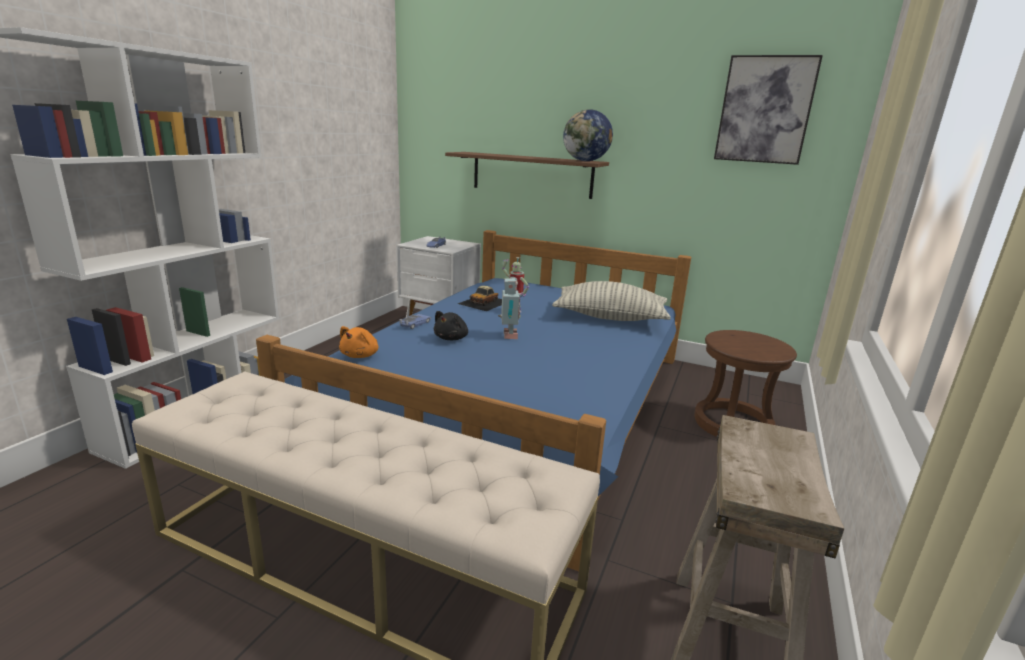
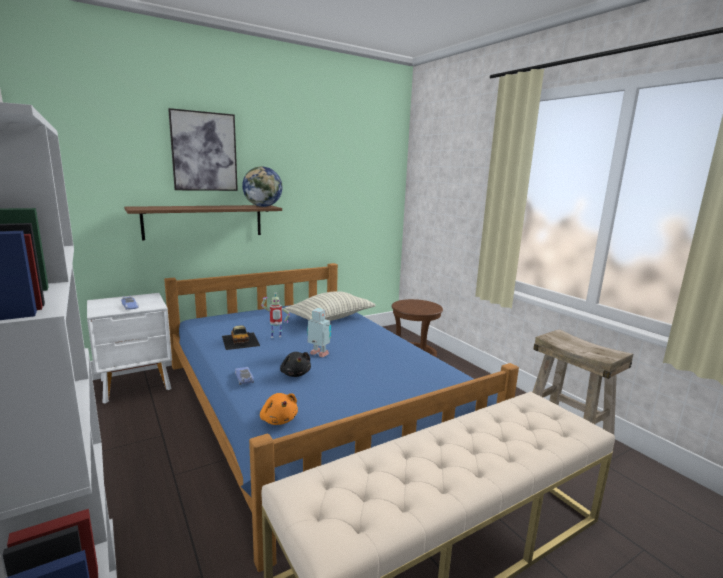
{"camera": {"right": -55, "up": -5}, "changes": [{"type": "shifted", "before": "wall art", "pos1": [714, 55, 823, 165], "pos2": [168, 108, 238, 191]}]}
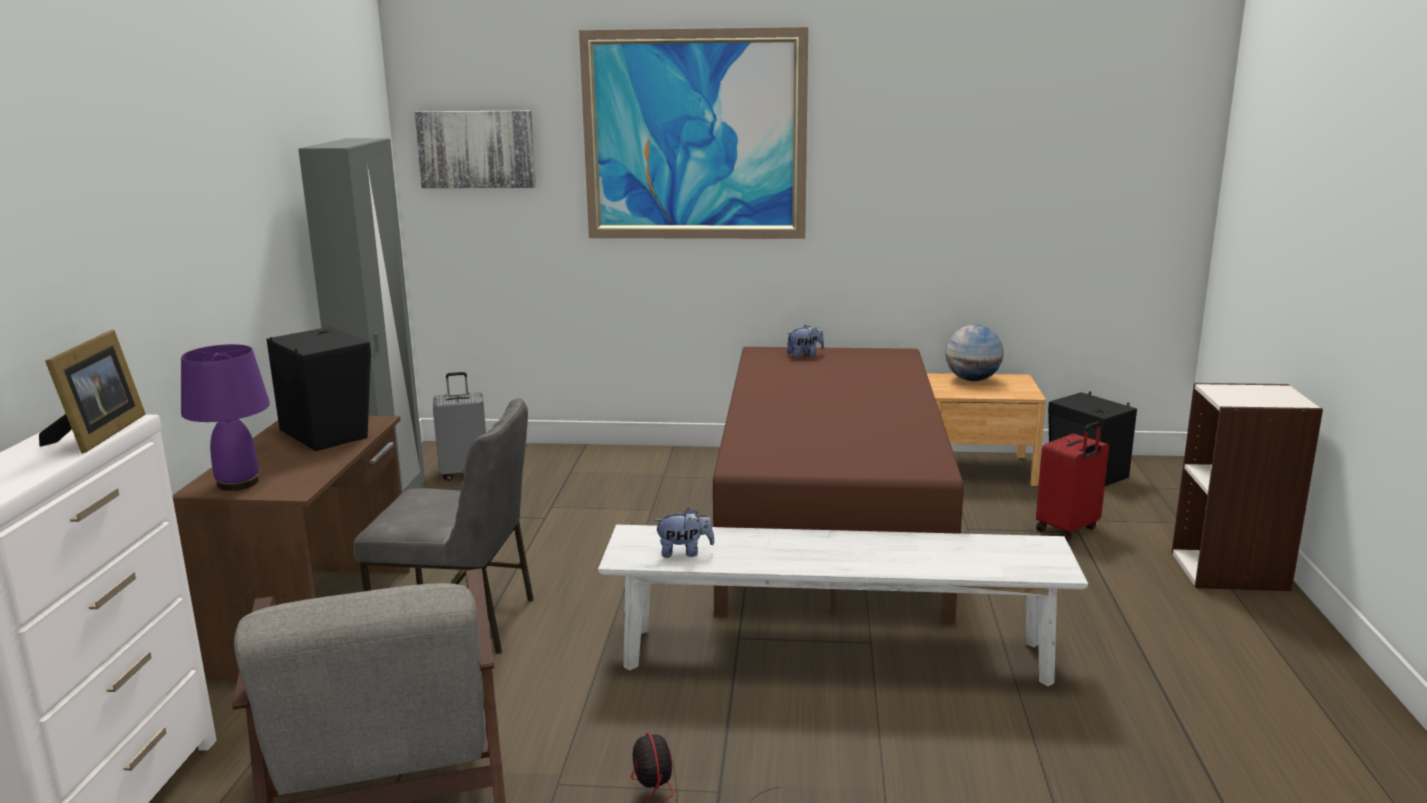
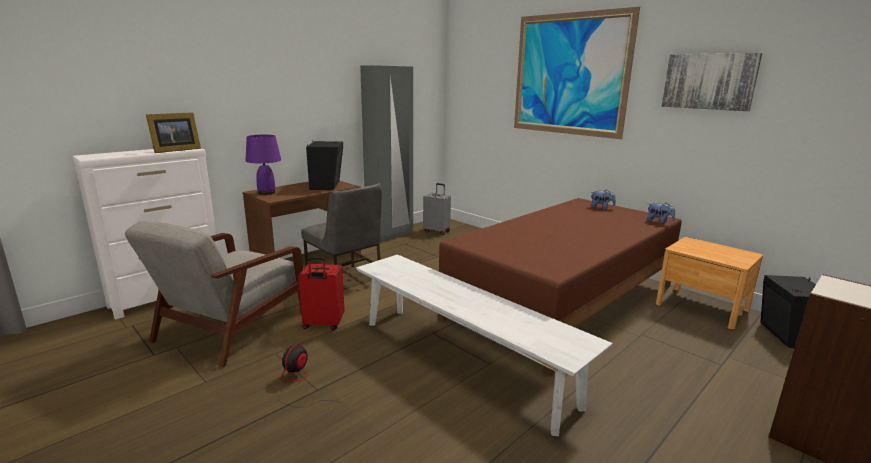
{"camera": {"right": 40, "up": 0}, "changes": [{"type": "shifted", "before": "wall art", "pos1": [414, 111, 536, 188], "pos2": [661, 53, 762, 111]}, {"type": "gone", "before": "globe", "pos1": [945, 325, 1004, 381]}, {"type": "shifted", "before": "suitcase in red-coloured", "pos1": [1036, 421, 1109, 541], "pos2": [298, 257, 345, 330]}, {"type": "shifted", "before": "plush toy", "pos1": [653, 508, 715, 558], "pos2": [647, 203, 675, 224]}]}
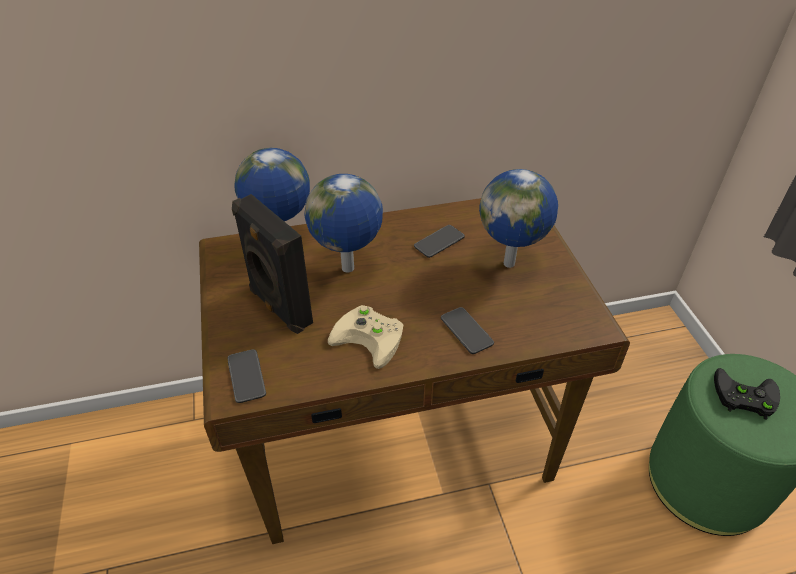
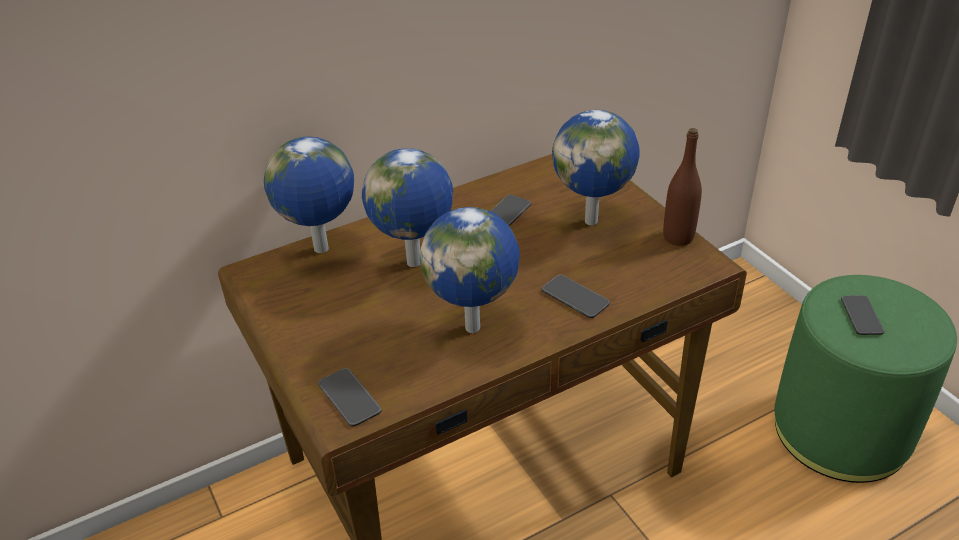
{"camera": {"right": -15, "up": -5}, "changes": [{"type": "gone", "before": "speaker in blackish", "pos1": [232, 194, 313, 334]}, {"type": "swapped", "before": "game controller in sand-coloured", "after": "globe", "pos1": [328, 305, 404, 369], "pos2": [420, 207, 520, 333]}, {"type": "swapped", "before": "game controller in blackish", "after": "handset", "pos1": [714, 368, 780, 420], "pos2": [841, 295, 884, 335]}, {"type": "new", "after": "drink bottle in brownish", "pos2": [663, 128, 702, 246]}]}
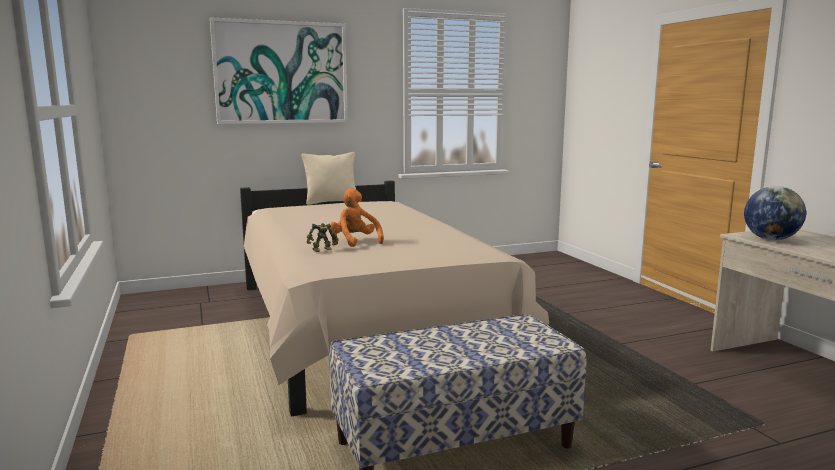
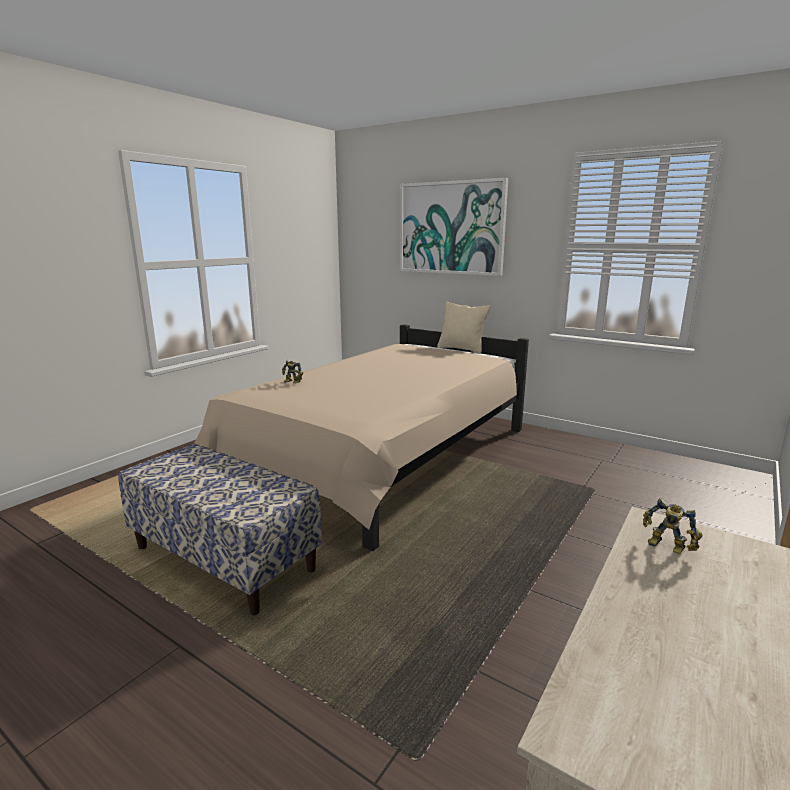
{"camera": {"right": 55, "up": 5}, "changes": [{"type": "swapped", "before": "globe", "after": "toy robot", "pos1": [744, 186, 806, 240], "pos2": [643, 498, 703, 554]}, {"type": "gone", "before": "plush toy in orangey", "pos1": [330, 188, 384, 247]}]}
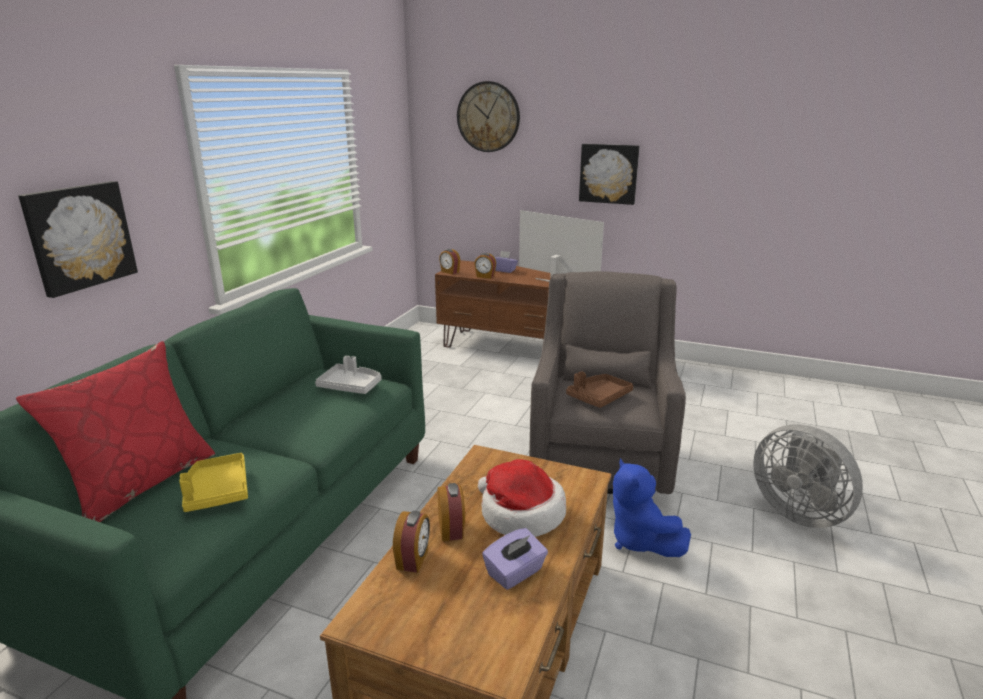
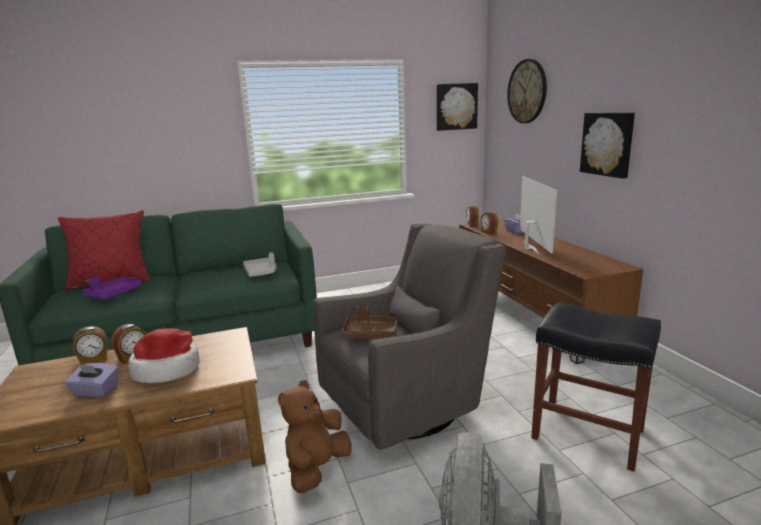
{"camera": {"right": 50, "up": -5}, "changes": [{"type": "shifted", "before": "wall art", "pos1": [18, 181, 138, 298], "pos2": [437, 83, 478, 131]}, {"type": "repainted", "before": "serving tray in yellow-coloured", "after": "serving tray in purplish", "pos1": [179, 453, 248, 512], "pos2": [82, 276, 142, 299]}, {"type": "repainted", "before": "plush toy in blue-coloured", "after": "plush toy in brownish", "pos1": [613, 458, 691, 557], "pos2": [278, 380, 352, 493]}, {"type": "new", "after": "sitting stool in blackish", "pos2": [531, 302, 661, 471]}]}
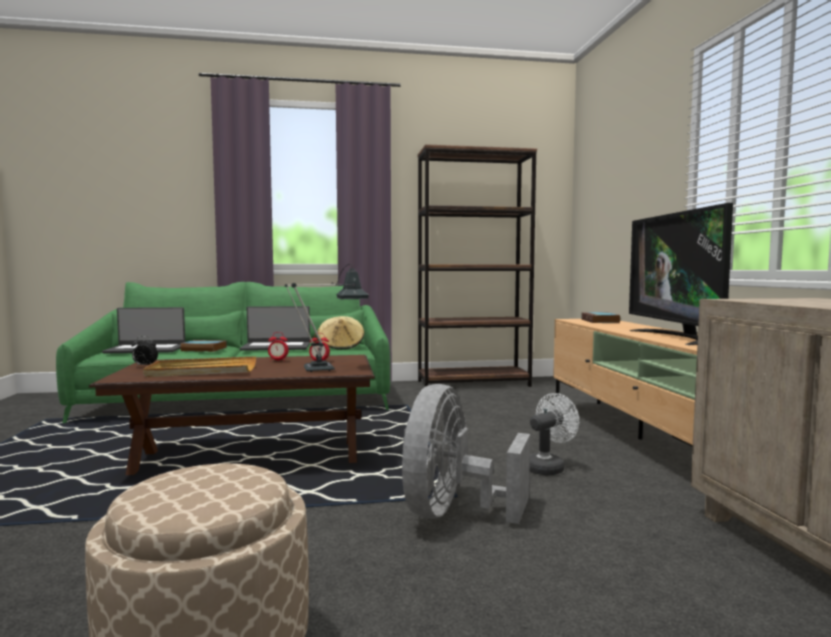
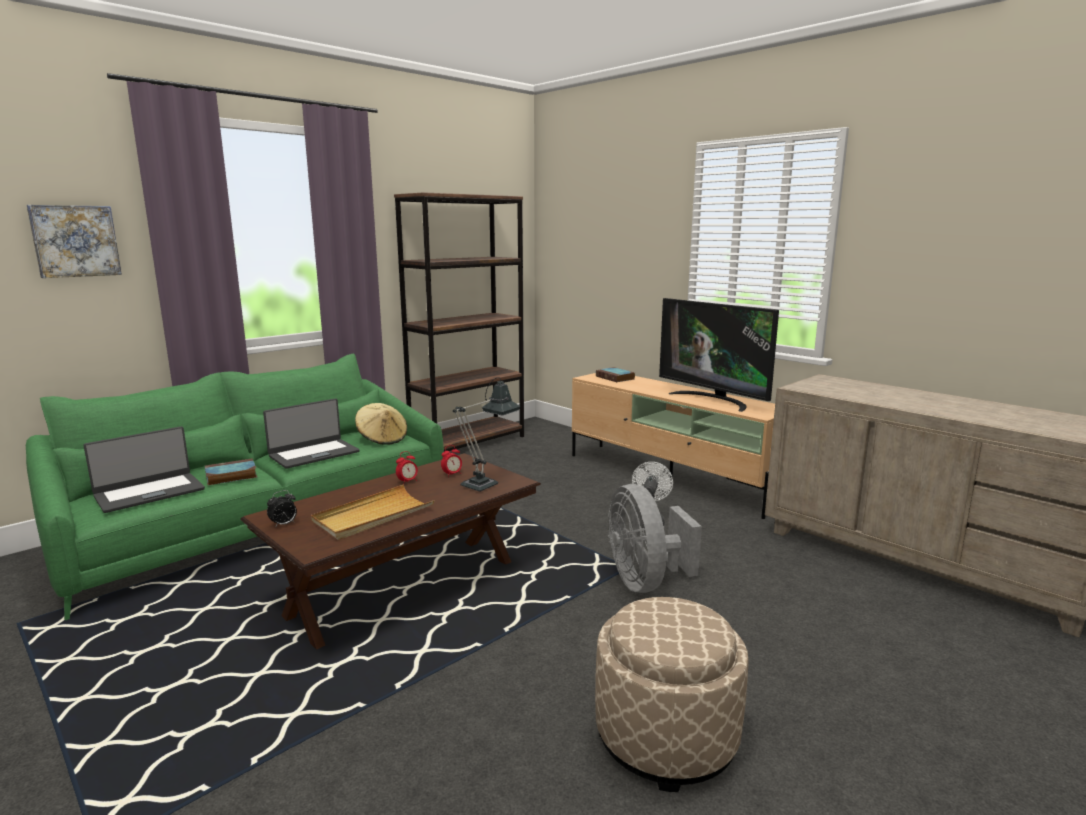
{"camera": {"right": -35, "up": 10}, "changes": [{"type": "new", "after": "wall art", "pos2": [27, 205, 122, 278]}]}
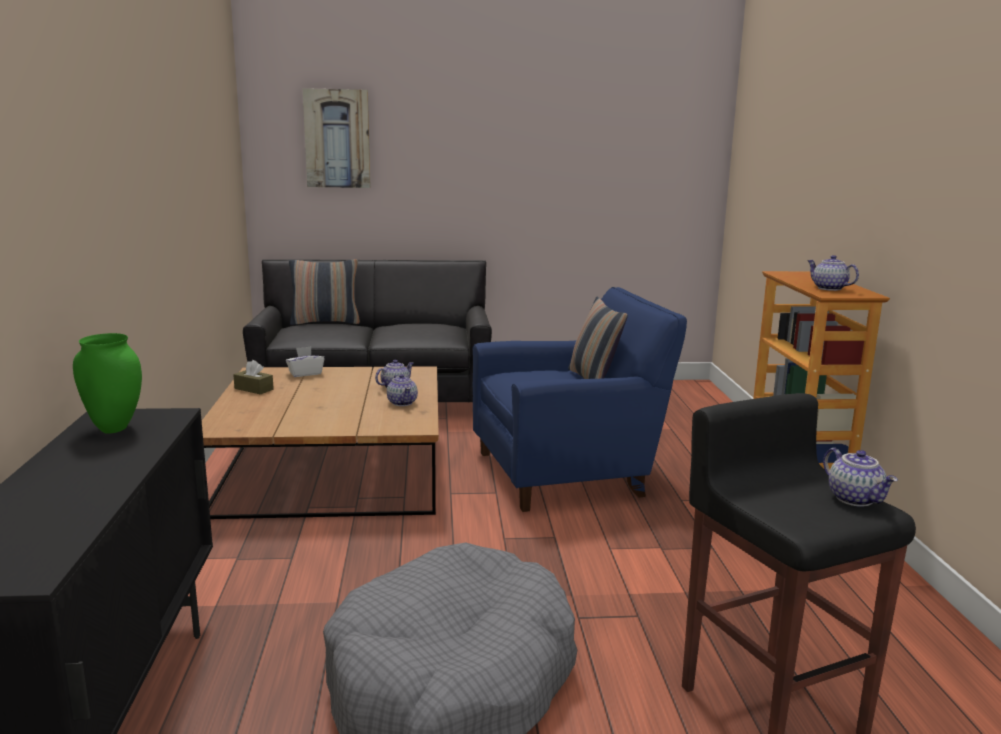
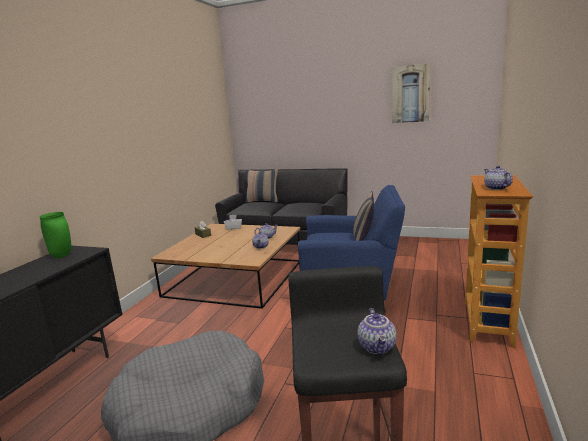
{"camera": {"right": 25, "up": 0}, "changes": [{"type": "shifted", "before": "wall art", "pos1": [303, 88, 371, 188], "pos2": [392, 64, 430, 123]}]}
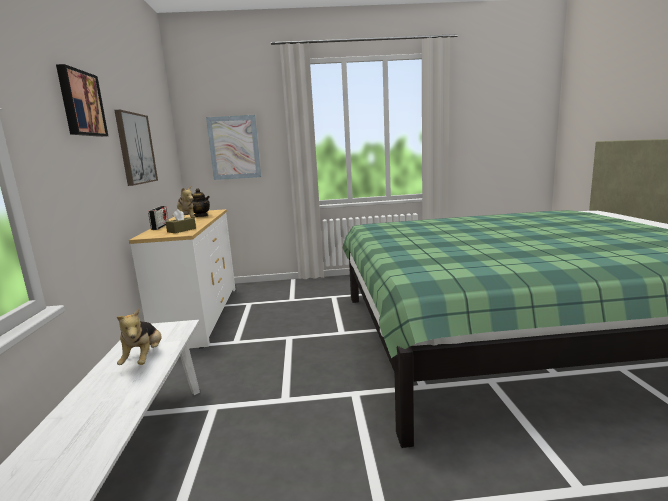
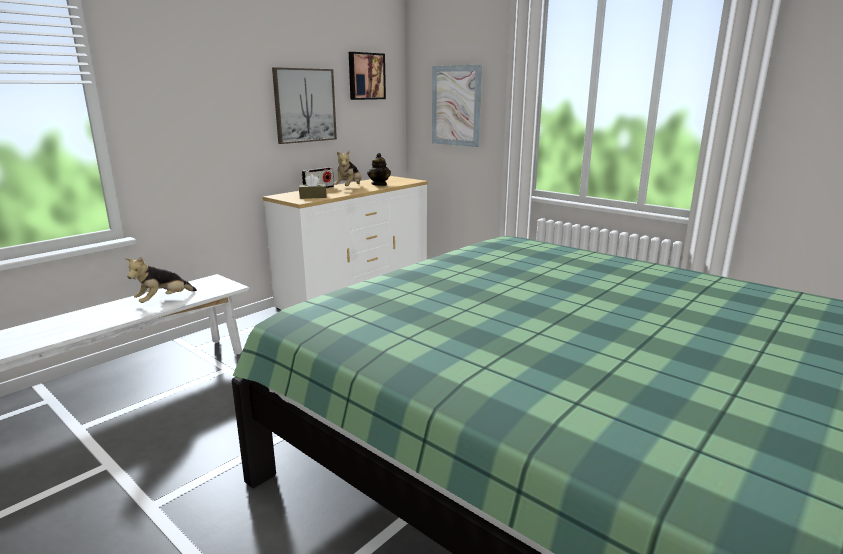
{"camera": {"right": 45, "up": 5}, "changes": [{"type": "shifted", "before": "wall art", "pos1": [56, 64, 108, 137], "pos2": [349, 52, 386, 100]}]}
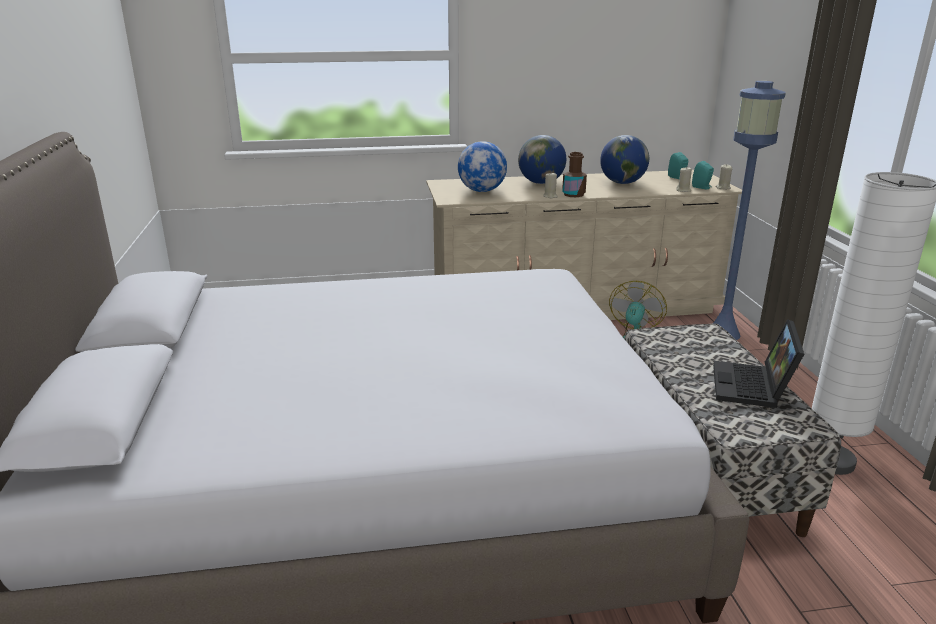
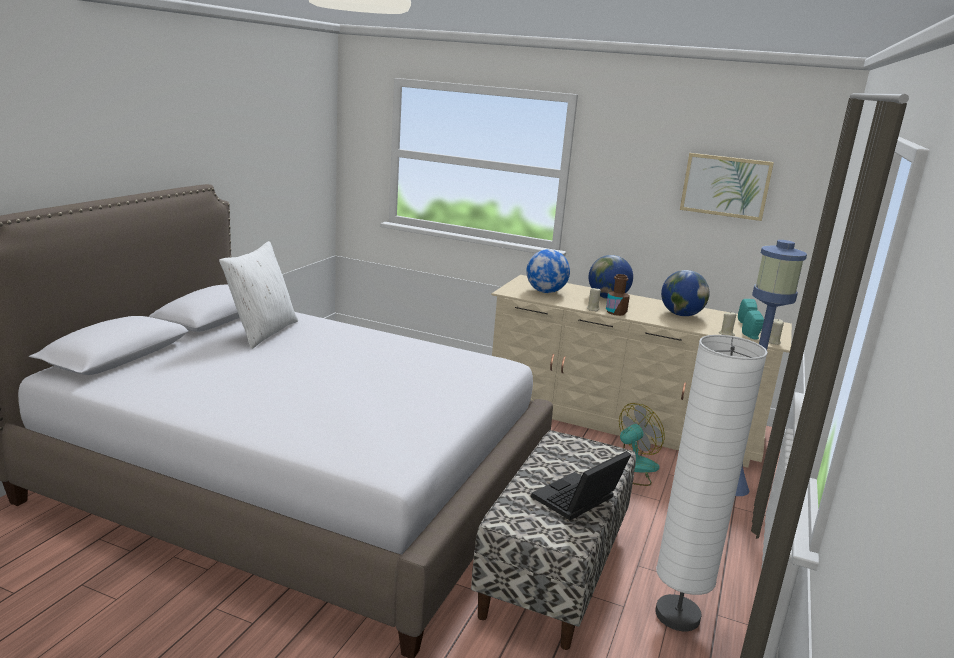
{"camera": {"right": 30, "up": -5}, "changes": [{"type": "new", "after": "wall art", "pos2": [680, 153, 774, 221]}, {"type": "new", "after": "pillow in white-coloured", "pos2": [219, 241, 298, 349]}]}
